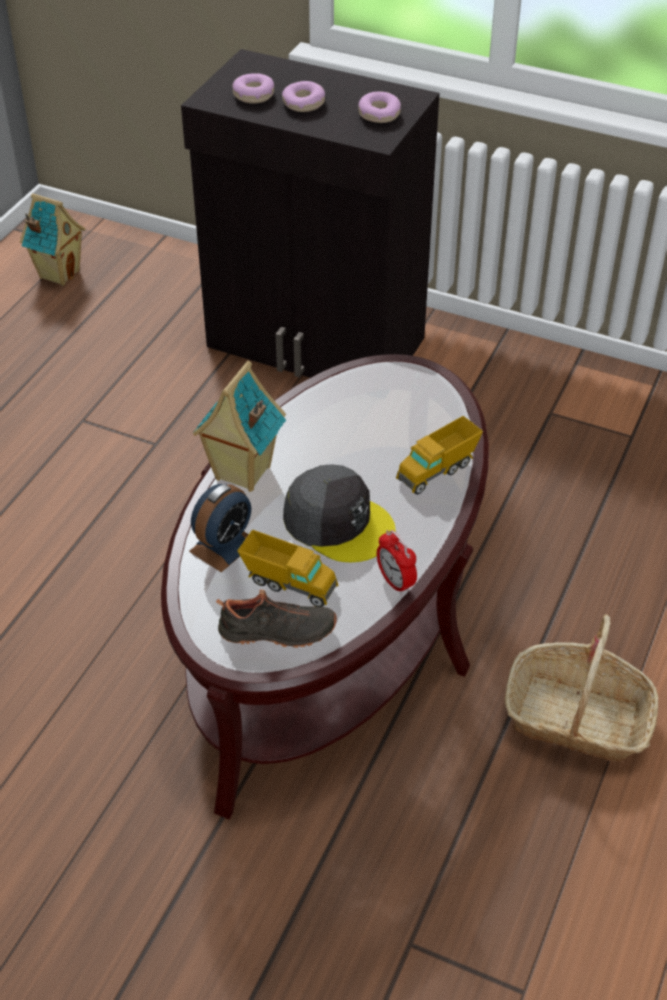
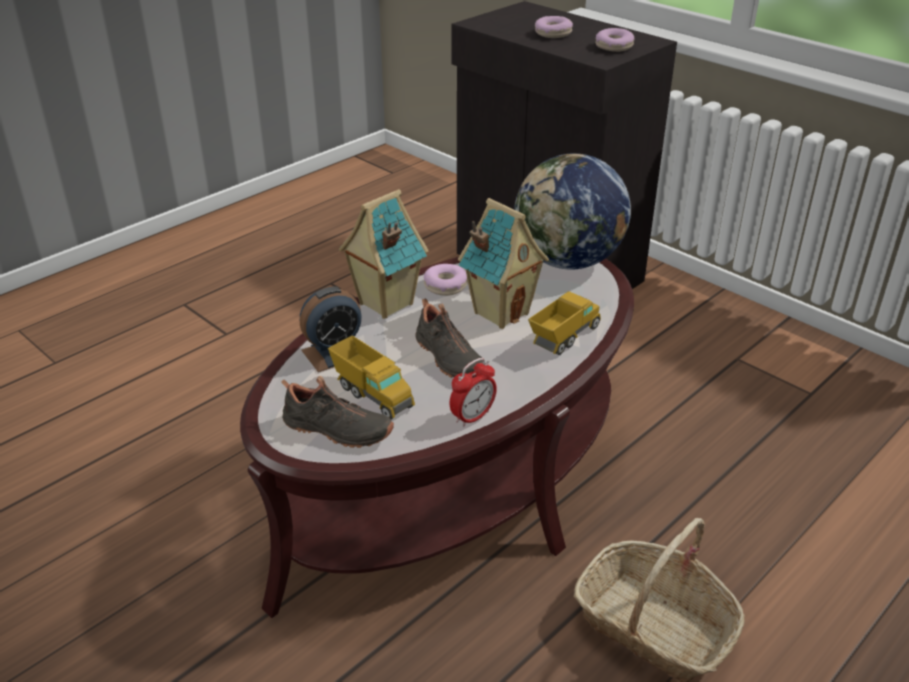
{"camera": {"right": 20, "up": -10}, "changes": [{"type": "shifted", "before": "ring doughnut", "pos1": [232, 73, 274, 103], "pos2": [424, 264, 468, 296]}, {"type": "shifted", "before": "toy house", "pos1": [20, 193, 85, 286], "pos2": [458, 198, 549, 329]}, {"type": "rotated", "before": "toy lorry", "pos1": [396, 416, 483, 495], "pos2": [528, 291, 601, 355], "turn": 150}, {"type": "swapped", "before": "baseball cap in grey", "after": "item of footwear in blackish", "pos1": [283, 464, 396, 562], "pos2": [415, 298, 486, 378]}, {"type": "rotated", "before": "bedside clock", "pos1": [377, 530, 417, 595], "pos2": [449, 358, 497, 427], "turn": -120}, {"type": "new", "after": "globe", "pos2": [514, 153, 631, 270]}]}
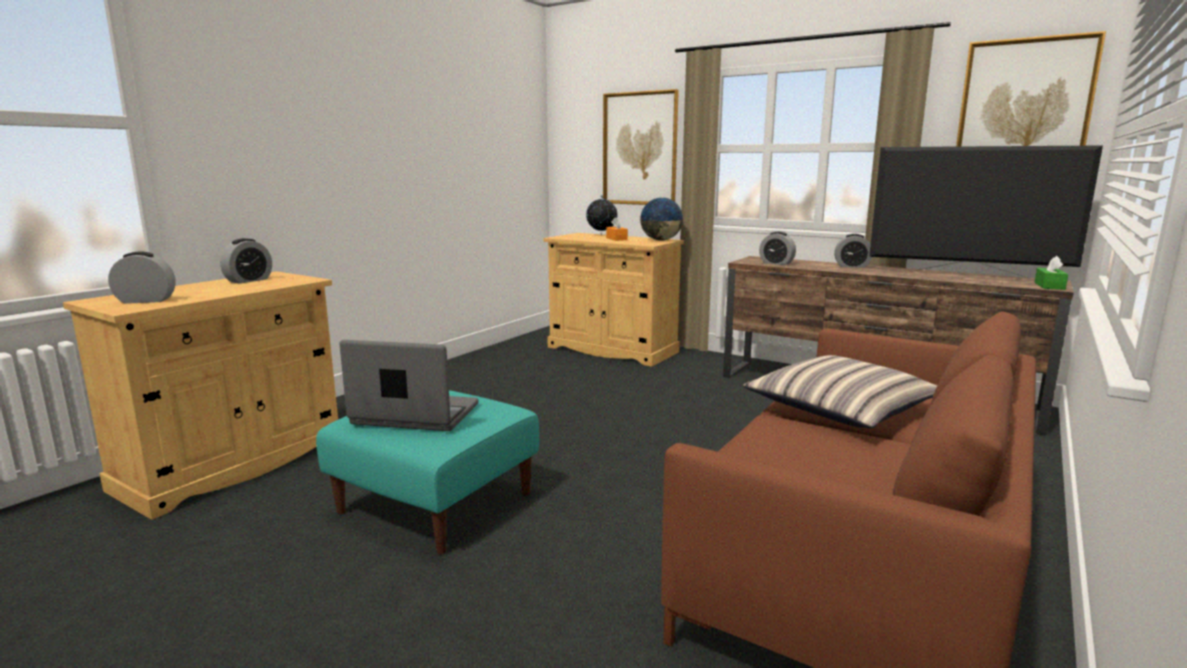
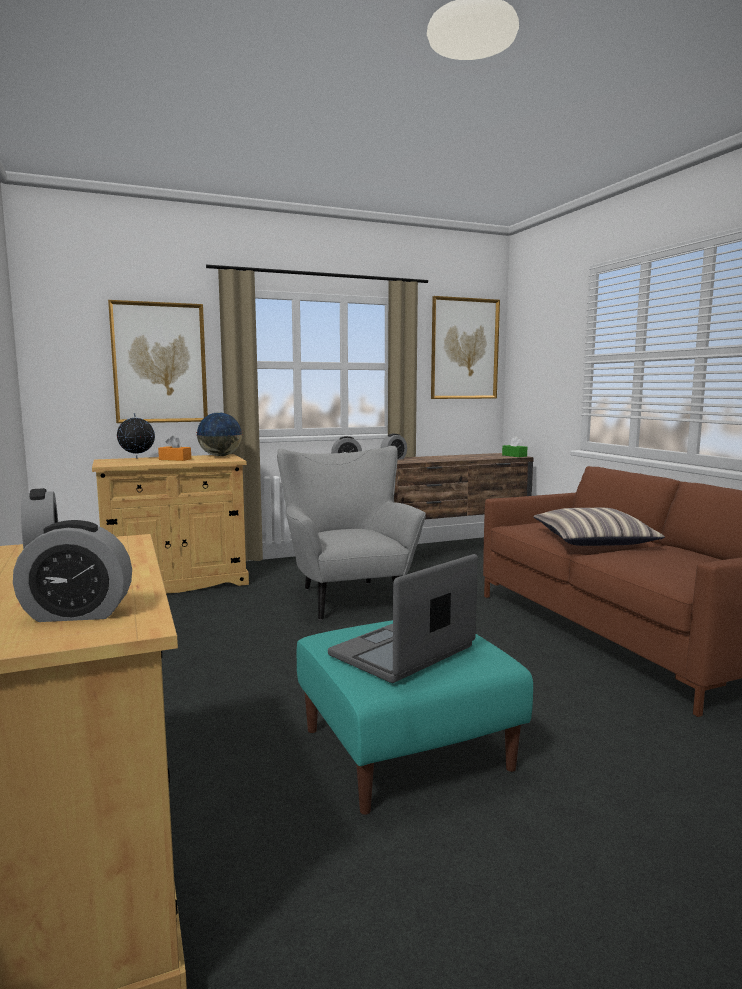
{"camera": {"right": -55, "up": -5}, "changes": [{"type": "gone", "before": "TV", "pos1": [869, 145, 1103, 278]}, {"type": "rotated", "before": "bedside clock", "pos1": [108, 251, 176, 304], "pos2": [13, 520, 132, 622], "turn": -120}, {"type": "new", "after": "lounge chair in grey", "pos2": [277, 446, 426, 620]}]}
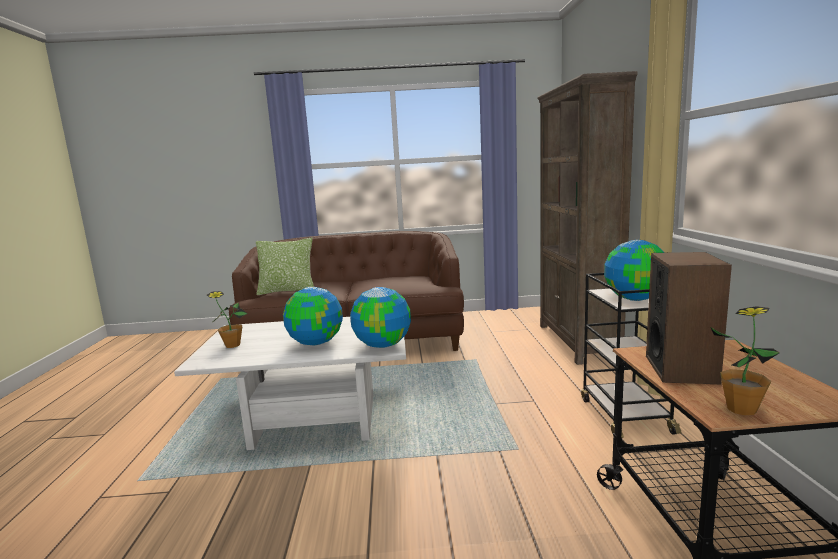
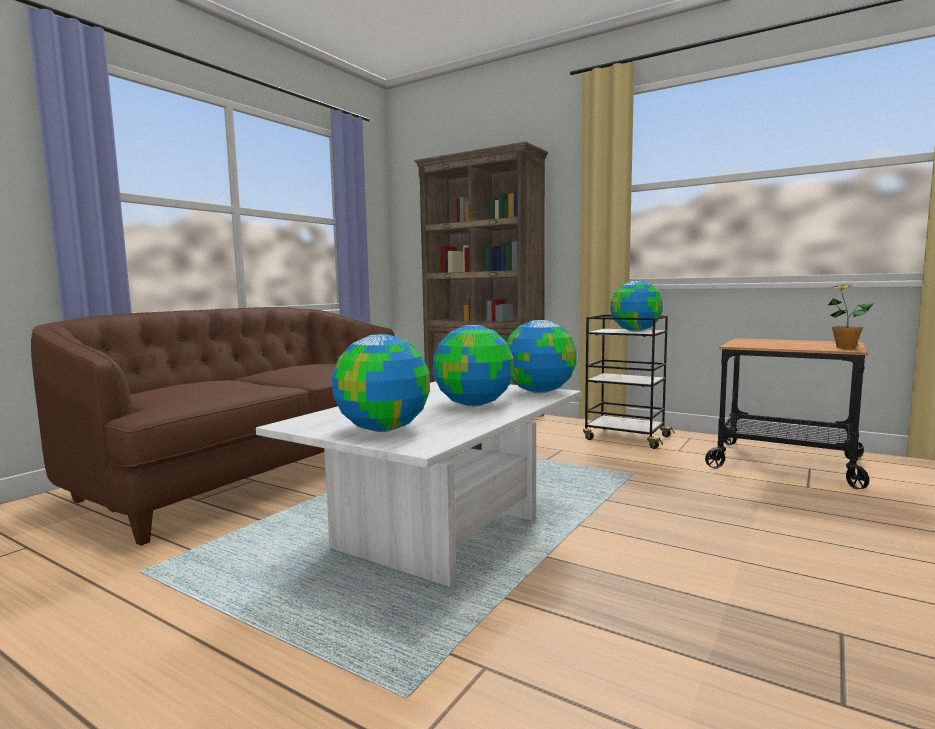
{"camera": {"right": -55, "up": -5}, "changes": [{"type": "gone", "before": "pillow", "pos1": [256, 238, 314, 295]}, {"type": "gone", "before": "speaker", "pos1": [646, 252, 732, 384]}, {"type": "swapped", "before": "houseplant", "after": "globe", "pos1": [207, 291, 247, 348], "pos2": [332, 334, 430, 432]}]}
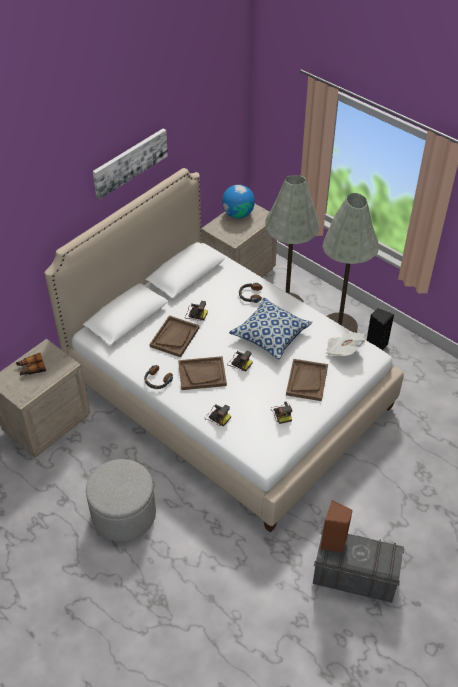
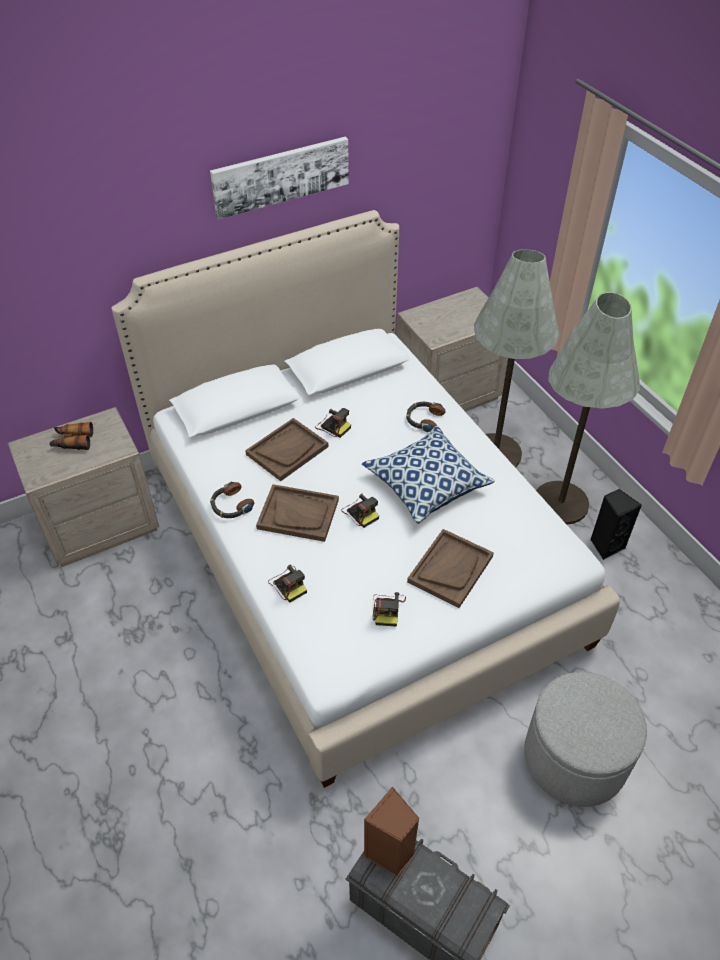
{"camera": {"right": 20, "up": 0}, "changes": [{"type": "gone", "before": "globe", "pos1": [222, 185, 255, 218]}, {"type": "gone", "before": "daily paper", "pos1": [326, 332, 365, 356]}, {"type": "shifted", "before": "footrest in grey", "pos1": [86, 459, 156, 542], "pos2": [524, 672, 647, 807]}]}
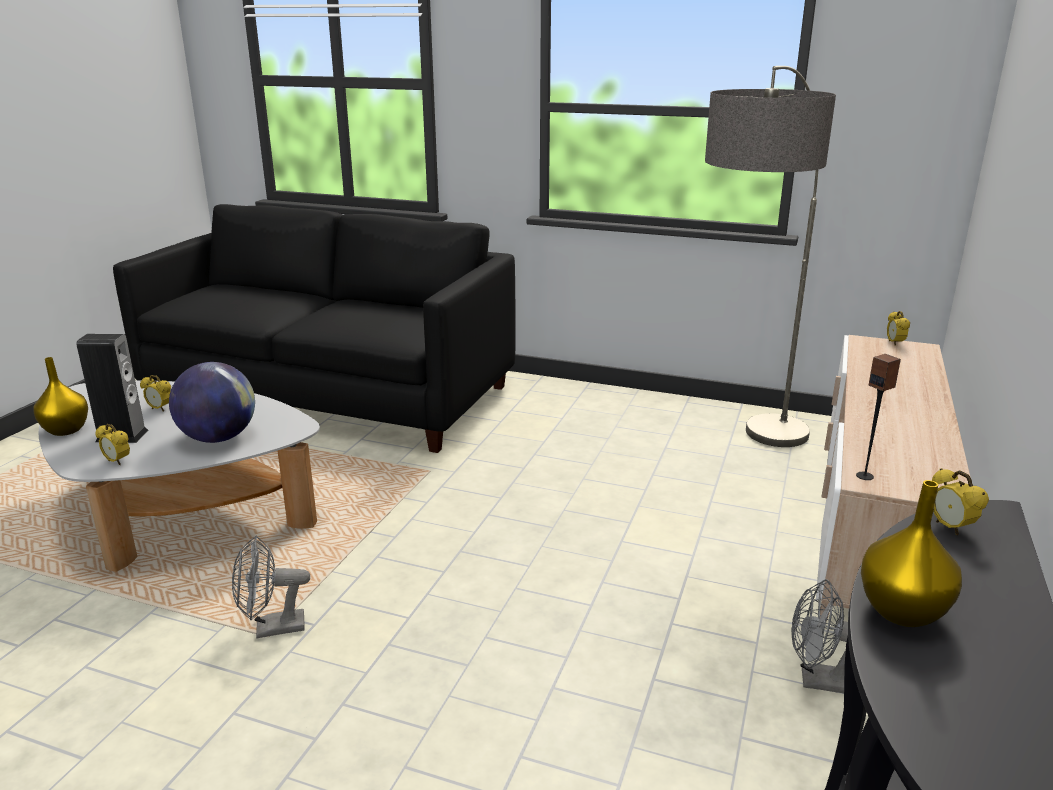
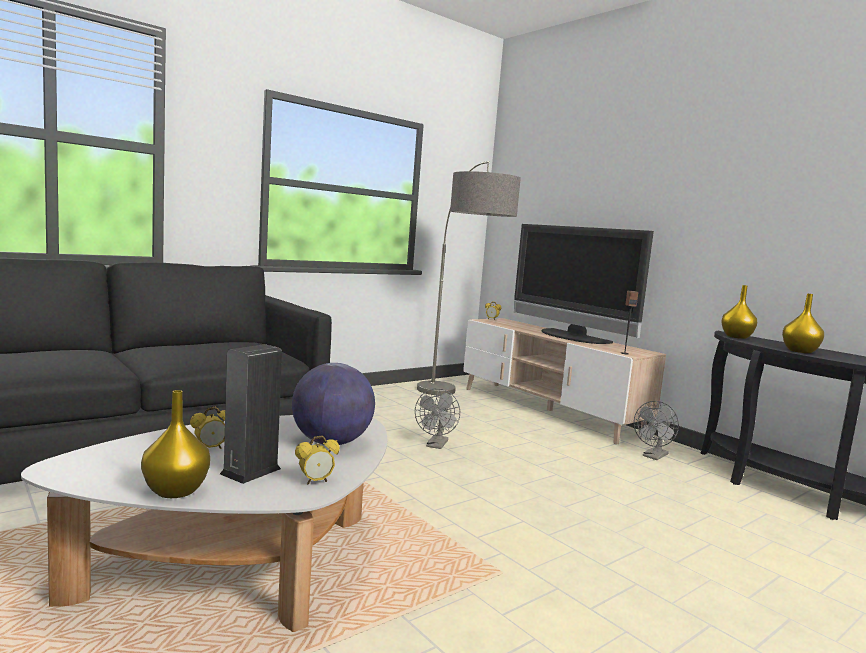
{"camera": {"right": -60, "up": -15}, "changes": [{"type": "swapped", "before": "bedside clock", "after": "decorative vase in yellow-coloured", "pos1": [932, 468, 989, 536], "pos2": [721, 285, 757, 339]}, {"type": "shifted", "before": "cooling fan in grey", "pos1": [232, 535, 310, 638], "pos2": [415, 388, 460, 449]}, {"type": "new", "after": "TV", "pos2": [514, 224, 654, 344]}]}
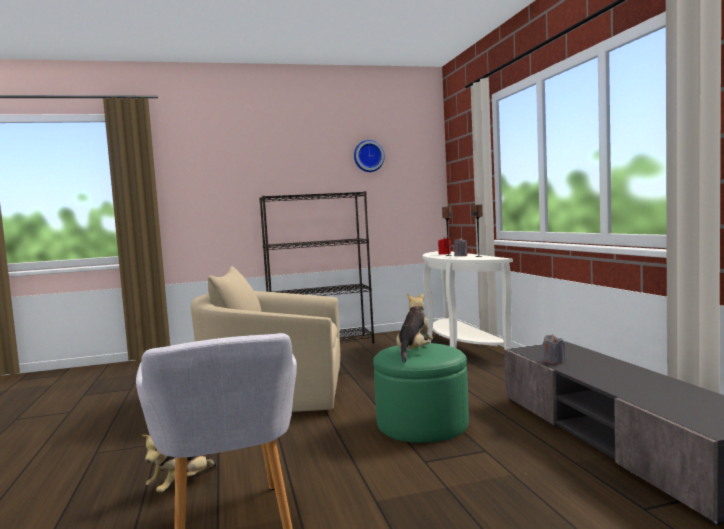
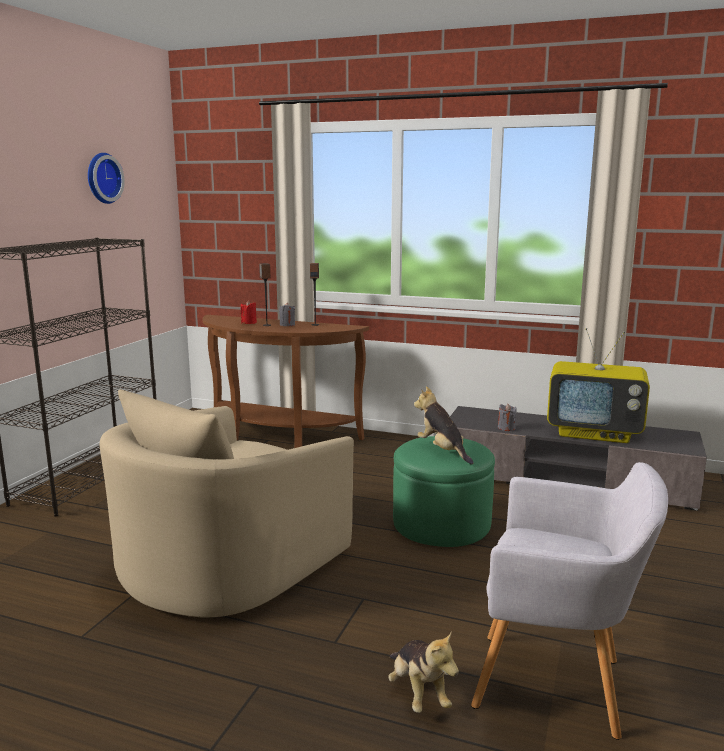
{"camera": {"right": -55, "up": 10}, "changes": [{"type": "repainted", "before": "hall table in white-coloured", "after": "hall table in brownish", "pos1": [423, 251, 513, 349], "pos2": [202, 315, 369, 448]}, {"type": "new", "after": "TV", "pos2": [547, 328, 650, 443]}]}
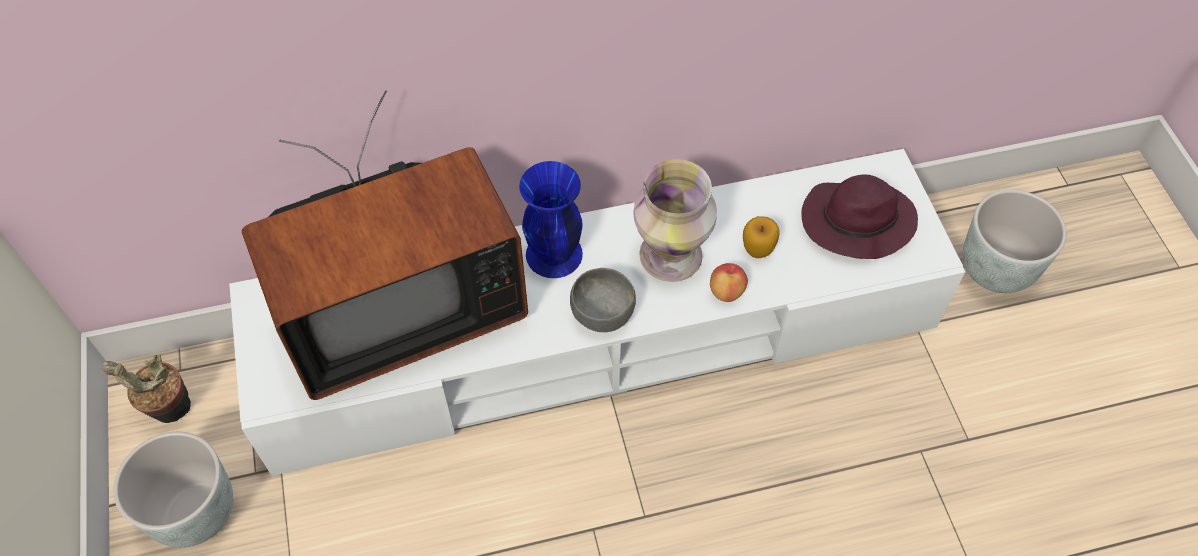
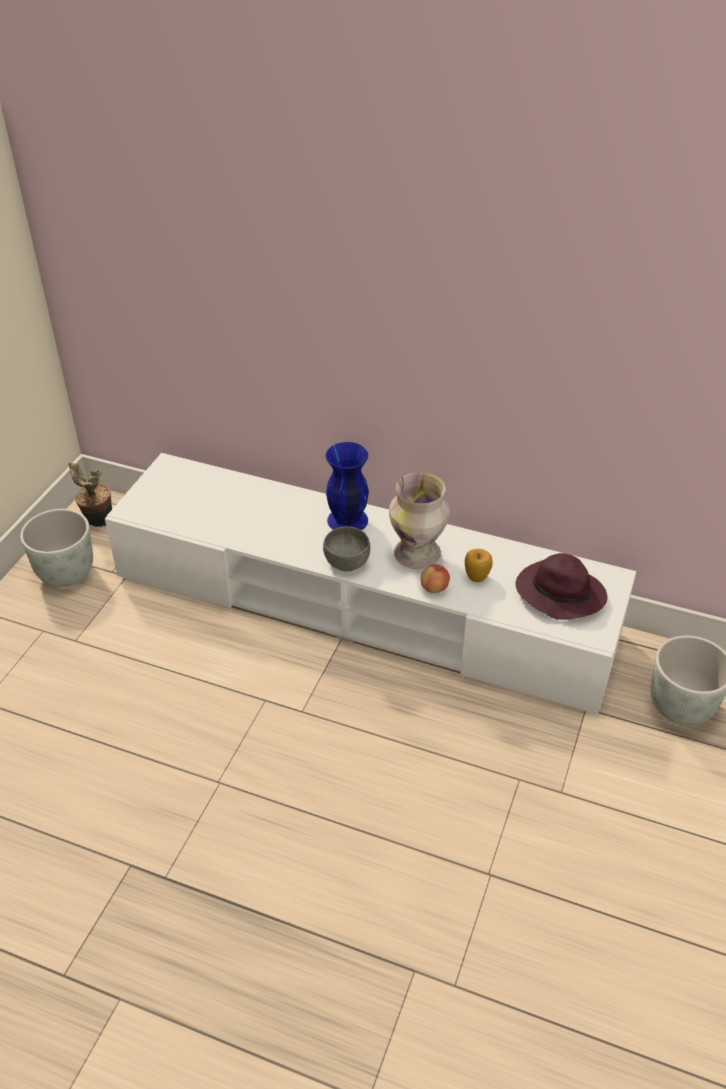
{"camera": {"right": 35, "up": -15}, "changes": [{"type": "gone", "before": "TV", "pos1": [242, 90, 528, 400]}]}
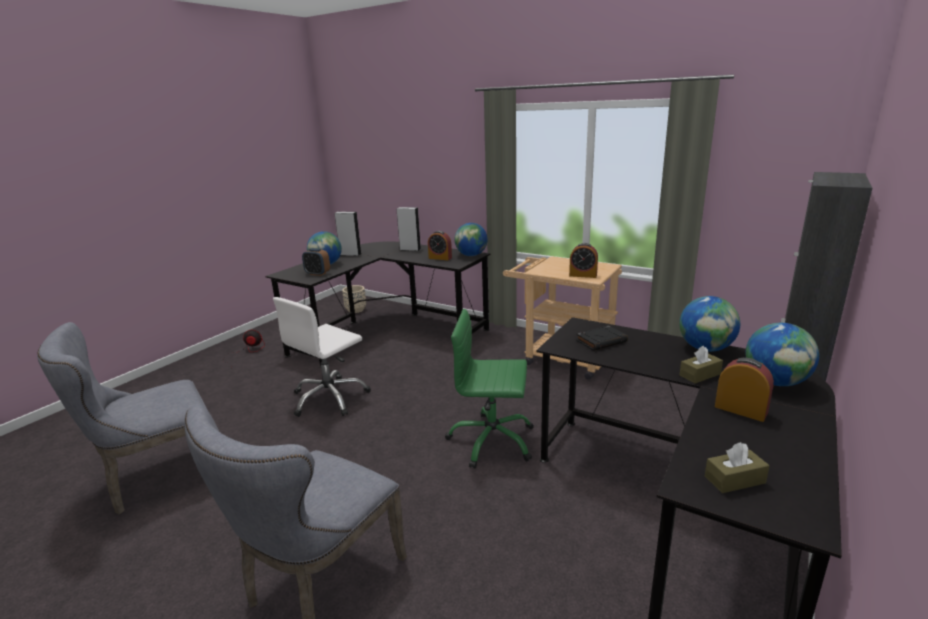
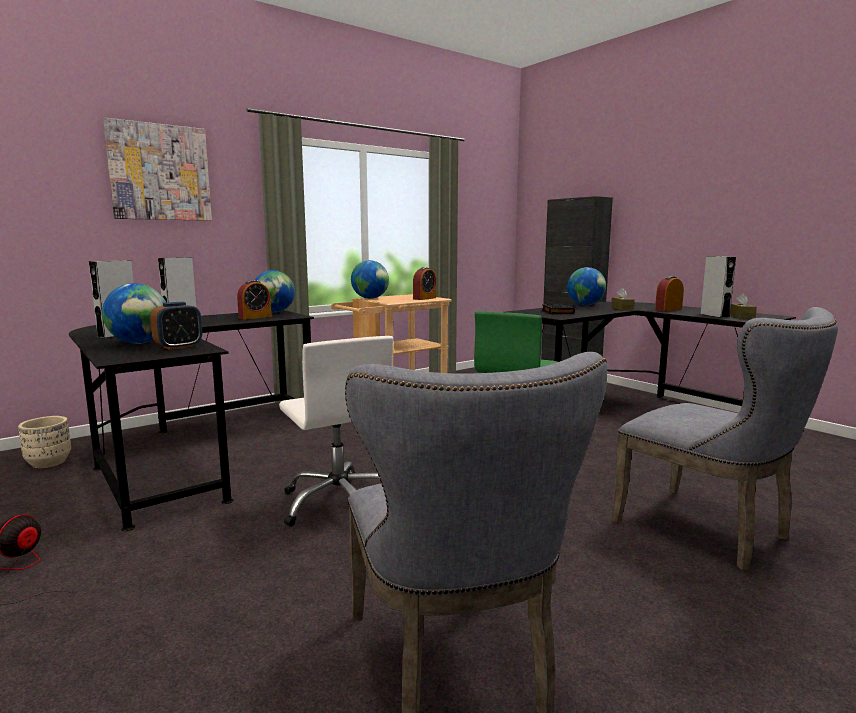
{"camera": {"right": -70, "up": -10}, "changes": [{"type": "shifted", "before": "globe", "pos1": [746, 323, 819, 386], "pos2": [351, 260, 389, 299]}, {"type": "new", "after": "wall art", "pos2": [103, 118, 212, 221]}, {"type": "new", "after": "speaker in grey", "pos2": [700, 256, 736, 318]}]}
